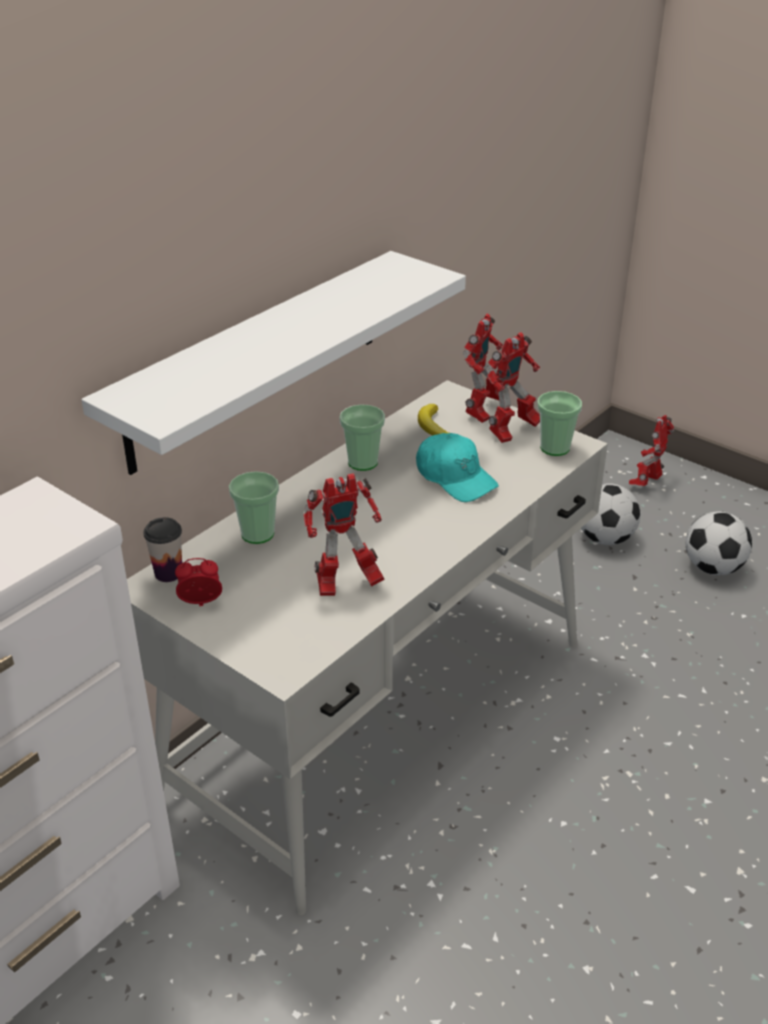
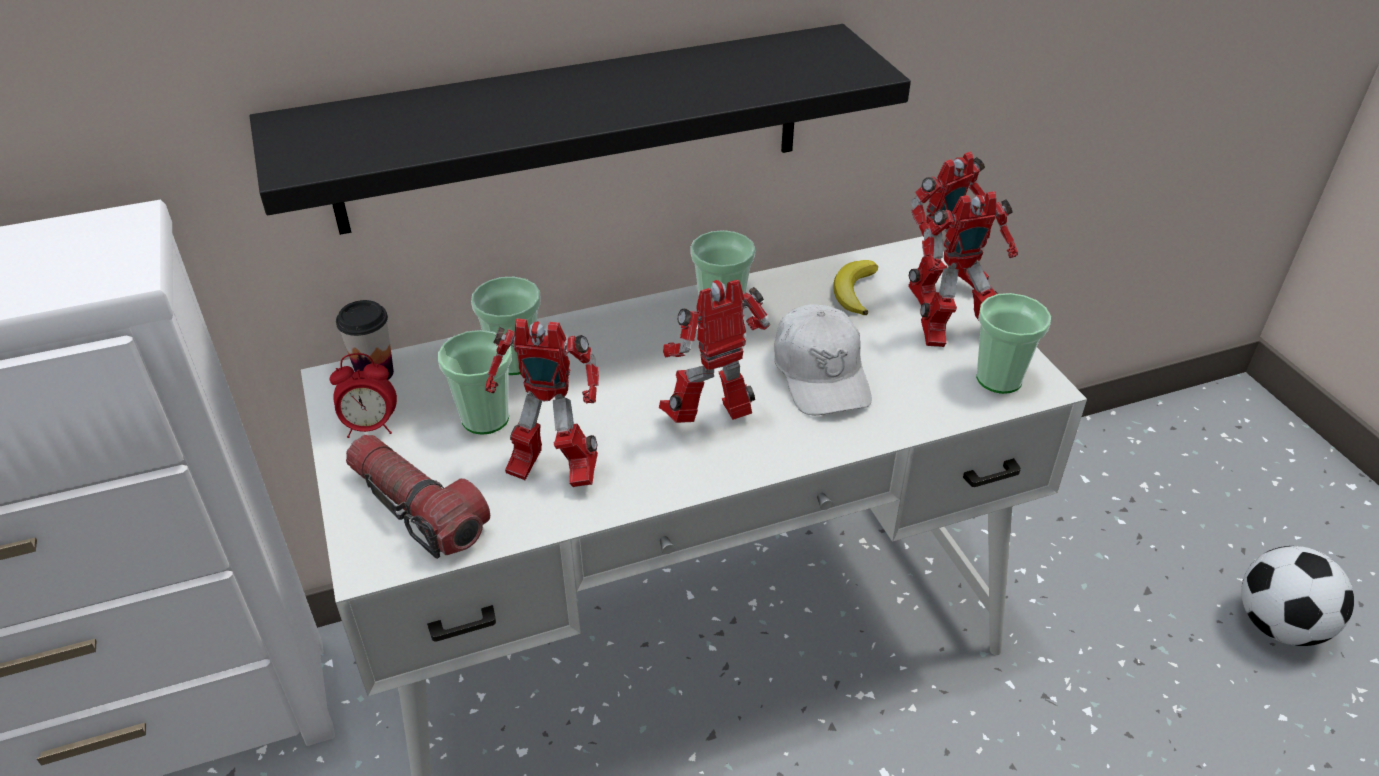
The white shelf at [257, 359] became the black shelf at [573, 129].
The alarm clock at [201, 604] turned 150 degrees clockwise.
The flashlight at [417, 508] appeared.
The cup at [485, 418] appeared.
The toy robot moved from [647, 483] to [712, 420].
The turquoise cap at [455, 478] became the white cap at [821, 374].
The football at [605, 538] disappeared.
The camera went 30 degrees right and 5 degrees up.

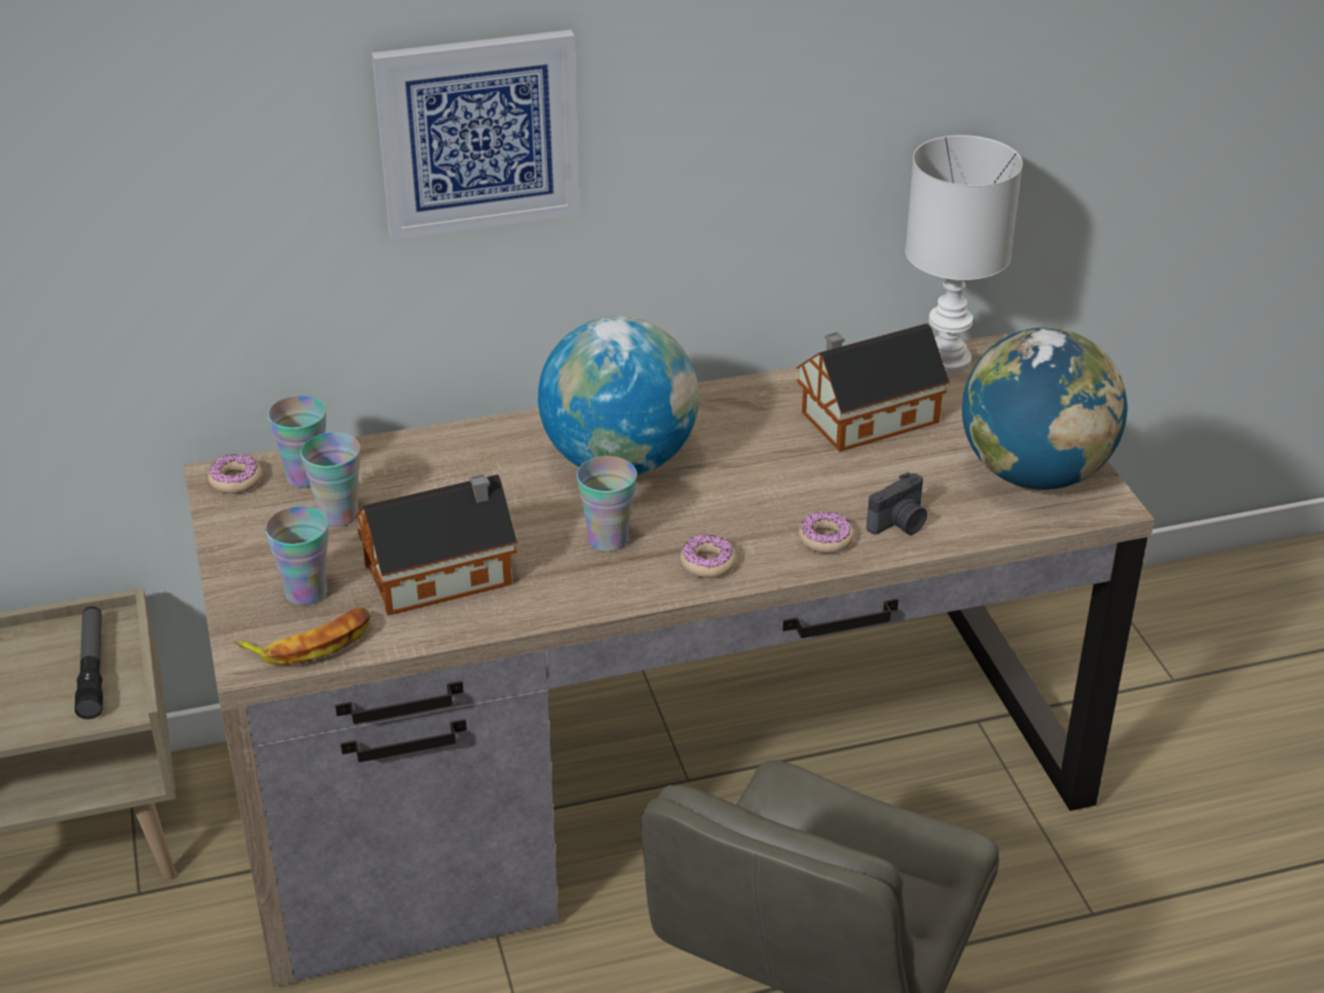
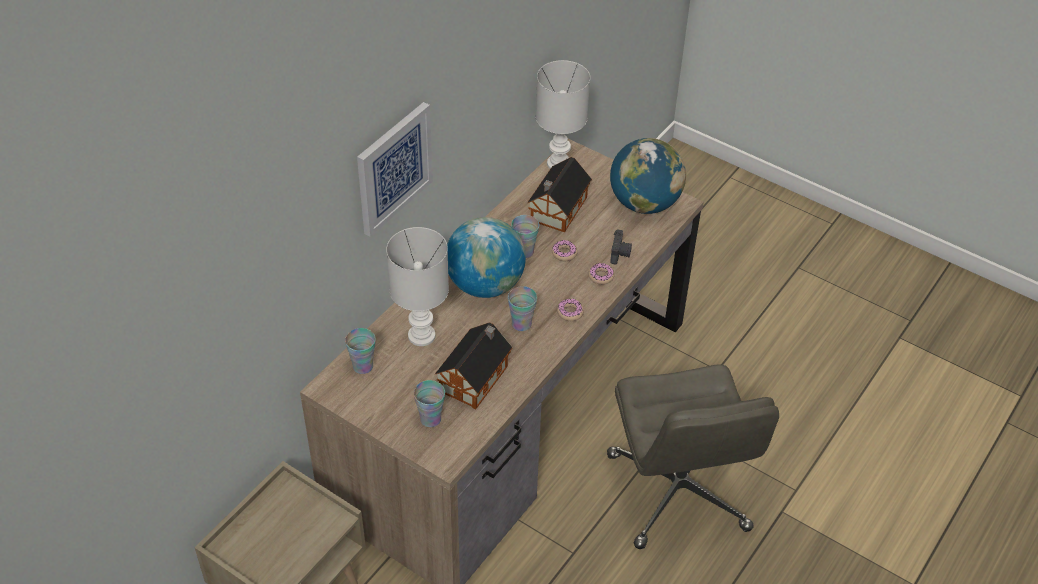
The white table lamp at [420, 336] appeared.
The cup moved from [338, 515] to [524, 251].
The donut moved from [236, 480] to [564, 253].
The flashlight at [92, 669] disappeared.
The banana at [310, 643] disappeared.
The camera went 40 degrees left and 10 degrees up.

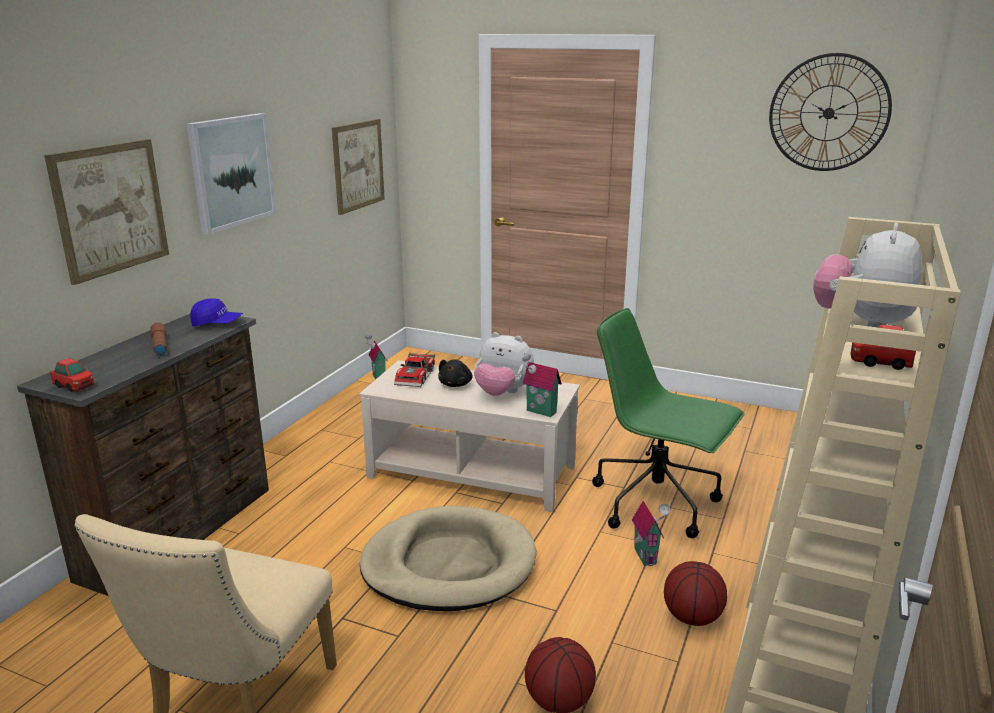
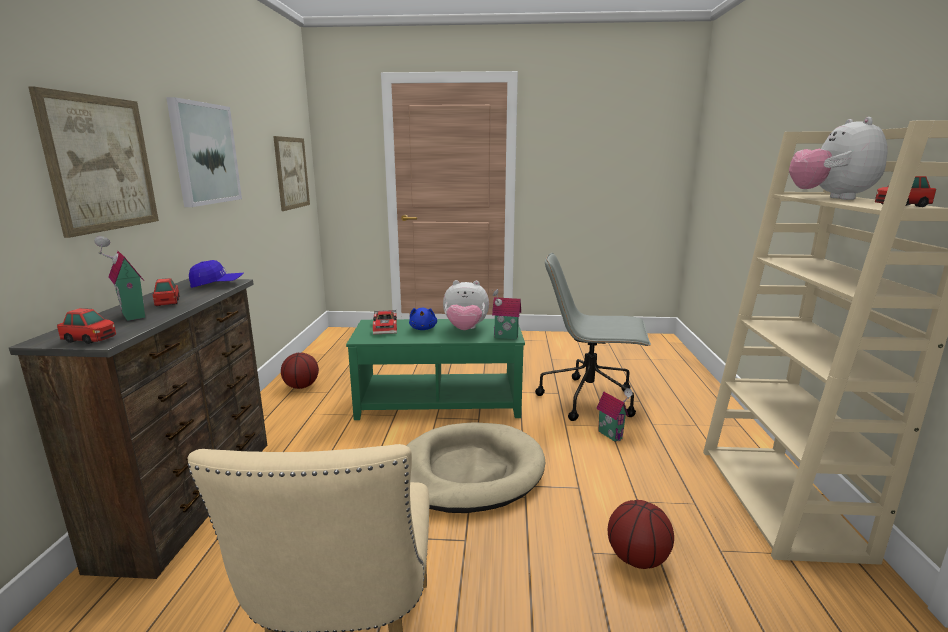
The toy house moved from [377, 377] to [130, 315].
The brown flashlight at [159, 345] was replaced by the toy car at [168, 302].
The basketball moved from [692, 617] to [301, 386].
The beige coffee table at [472, 472] became the green coffee table at [439, 401].
The black plush toy at [456, 384] became the blue plush toy at [423, 328].
The green office chair at [657, 503] became the grey office chair at [589, 399].
The wall clock at [828, 113] disappeared.
The camera went 20 degrees left and 5 degrees down.

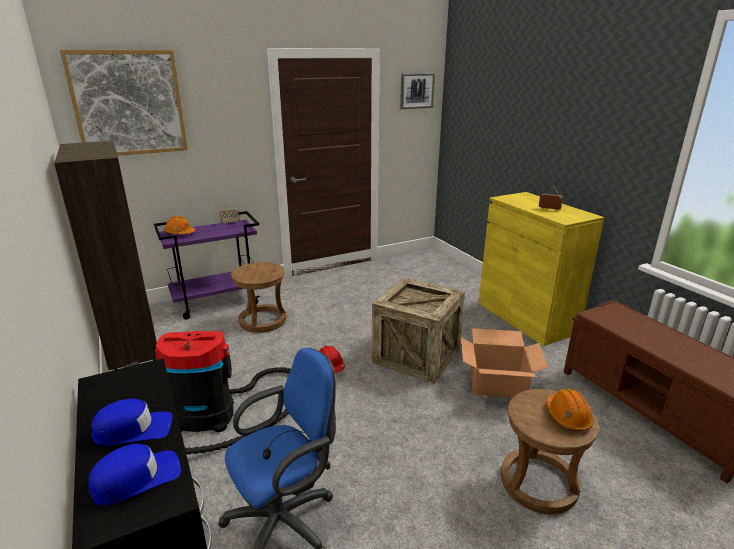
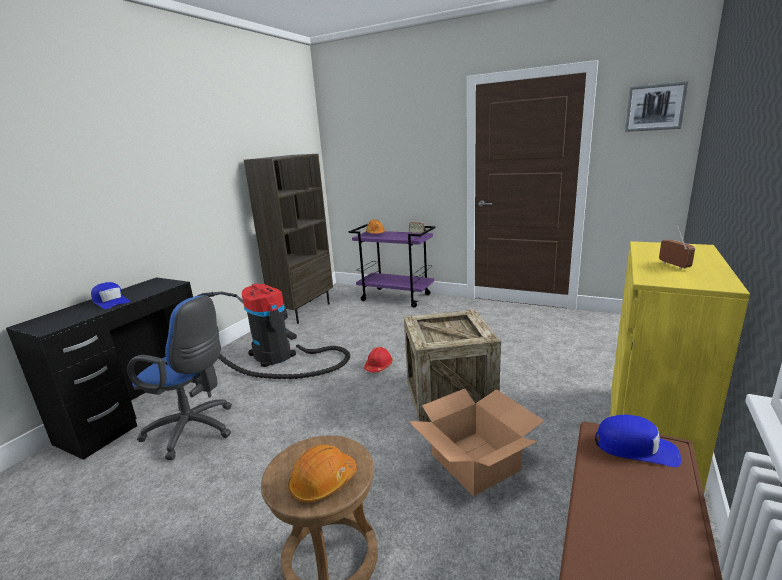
The blue cap moved from [136, 478] to [636, 448].
The picture at [128, 103] disappeared.
The brown stool at [262, 321] disappeared.
The camera went 55 degrees right and 5 degrees down.

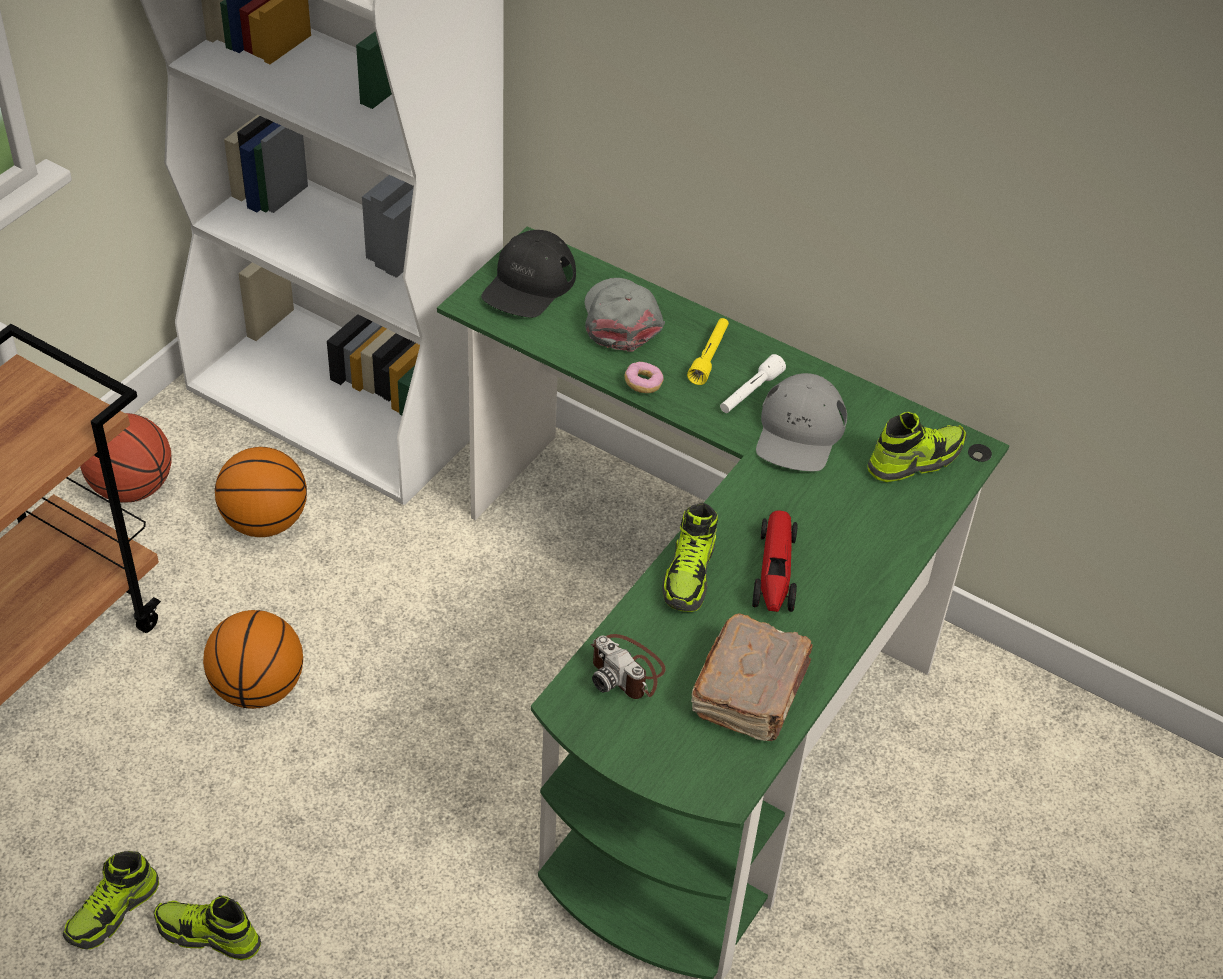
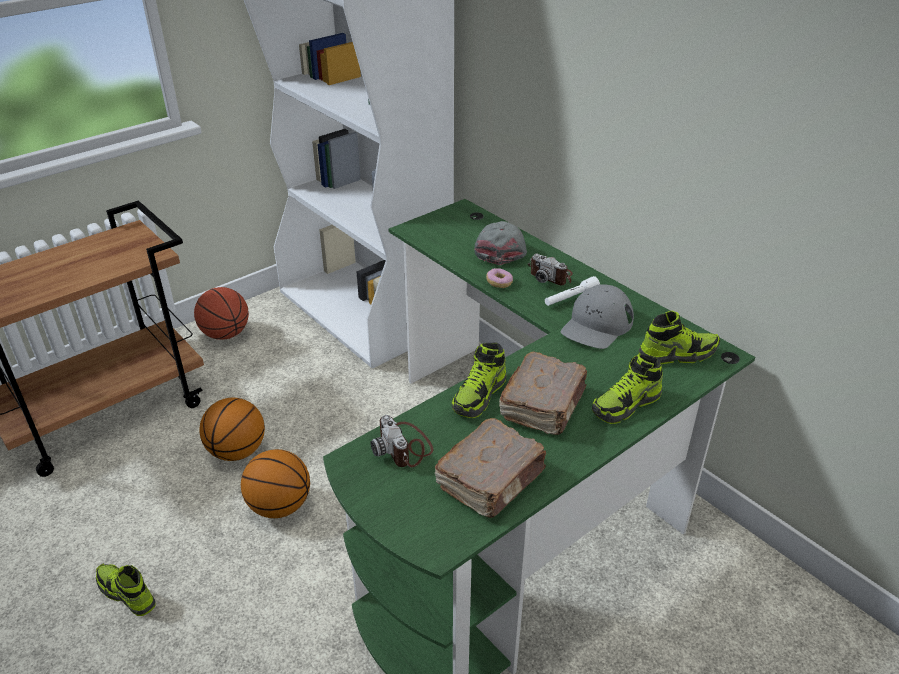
The basketball moved from [264, 521] to [279, 506].
The toy car at [775, 572] was replaced by the brown book at [544, 405].
The yellow flashlight at [709, 357] was replaced by the photo camera at [551, 275].
The shoe moved from [113, 912] to [626, 405].
The black cap at [529, 284] disappeared.
The camera went 20 degrees right and 10 degrees down.

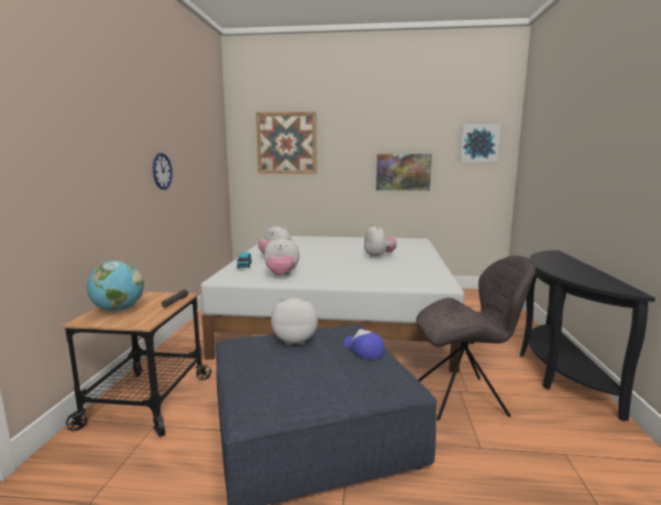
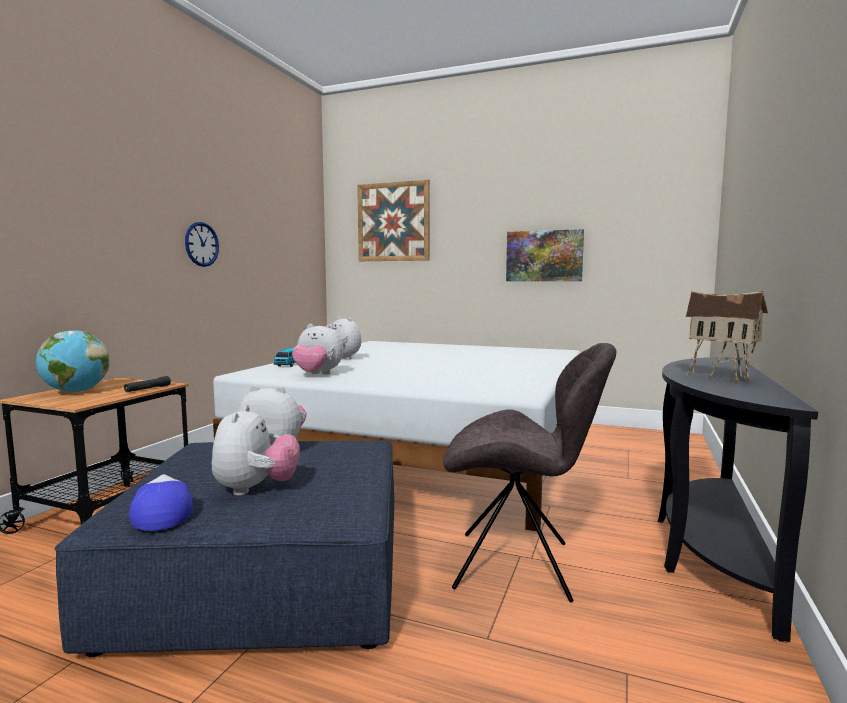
The cap moved from [363, 349] to [163, 512].
The plush toy moved from [379, 256] to [256, 489].
The toy house at [721, 377] appeared.
The picture at [479, 143] disappeared.
The camera went 15 degrees right and 5 degrees down.

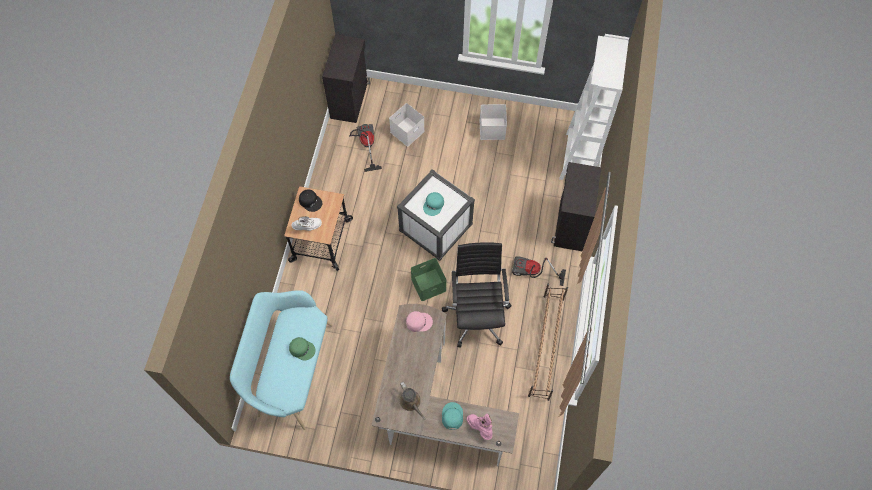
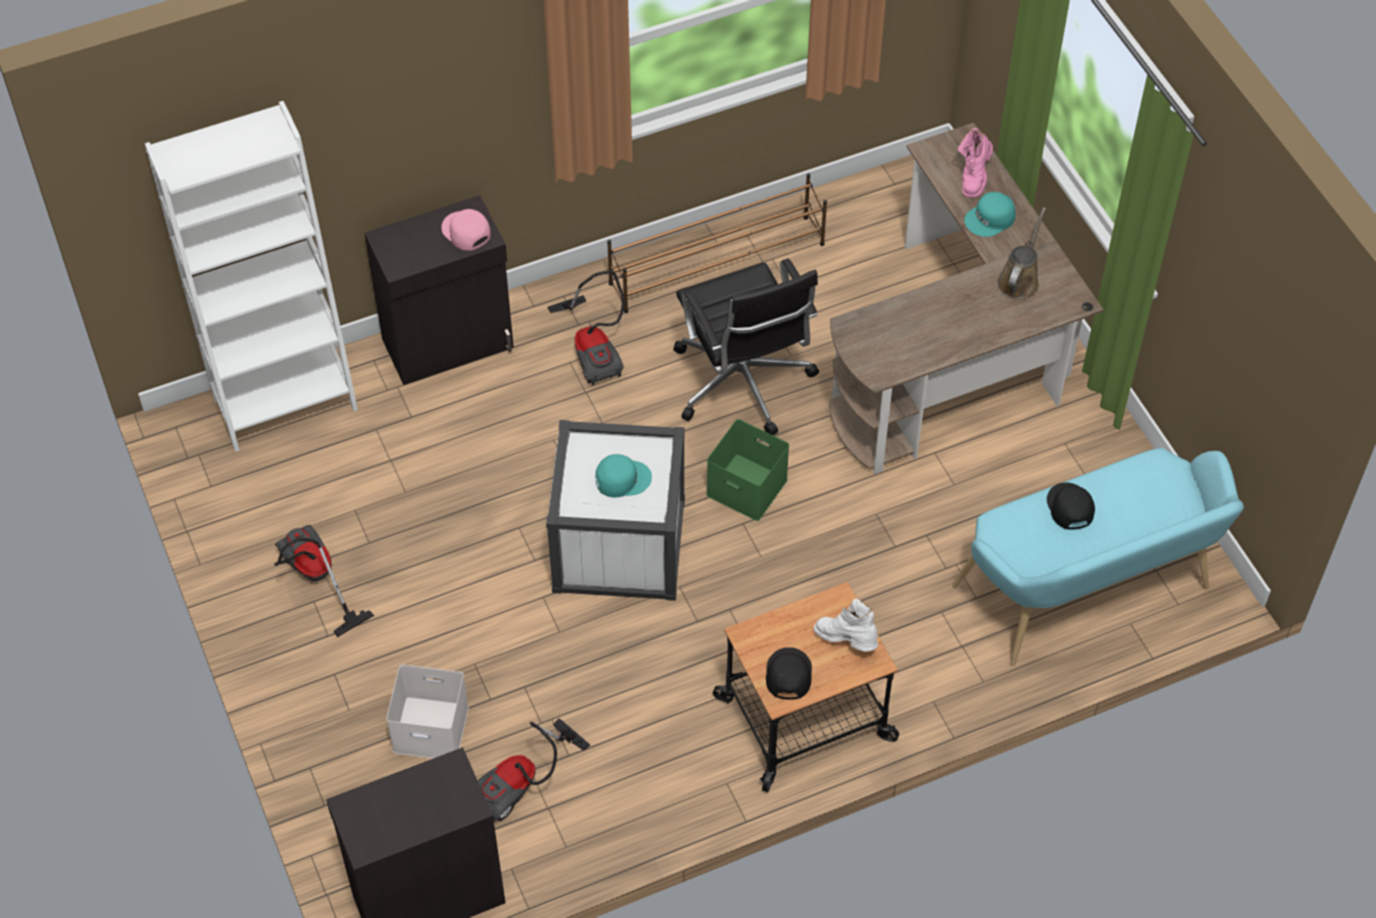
The white storage box at [492, 129] was replaced by the vacuum cleaner at [314, 578].
The pink cap moved from [418, 321] to [465, 232].
The black office chair at [477, 315] turned 75 degrees counterclockwise.
The green cap at [302, 349] became the black cap at [1069, 507].
The camera went 125 degrees left and 10 degrees down.

